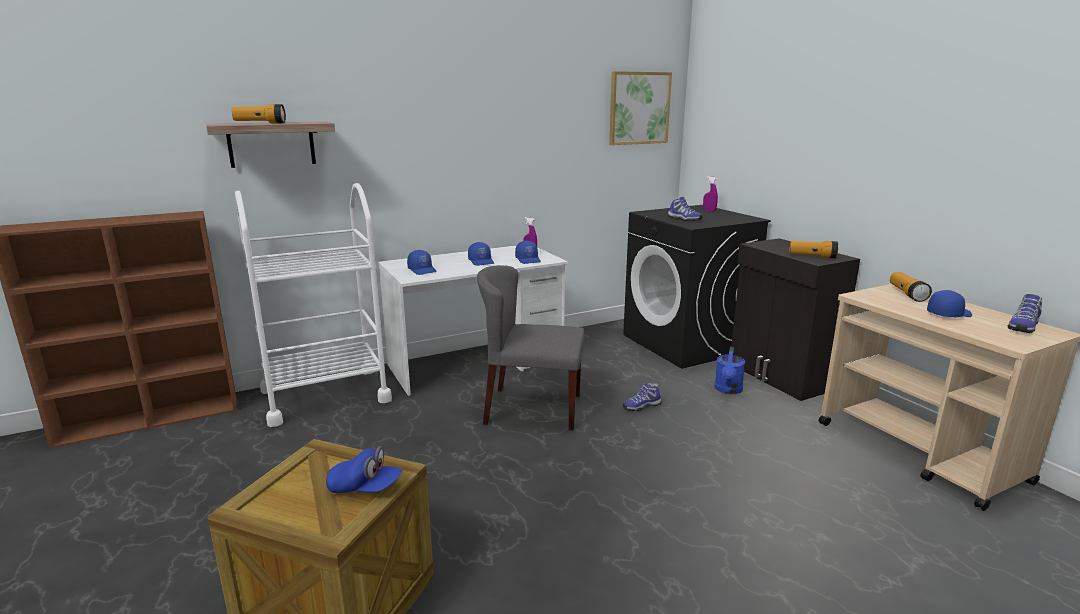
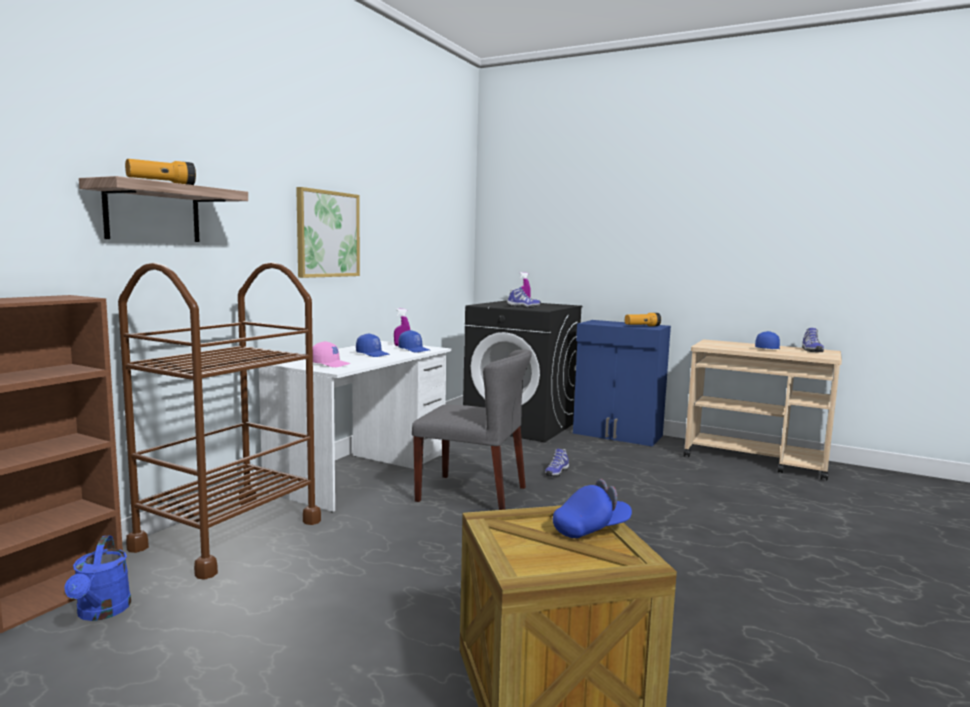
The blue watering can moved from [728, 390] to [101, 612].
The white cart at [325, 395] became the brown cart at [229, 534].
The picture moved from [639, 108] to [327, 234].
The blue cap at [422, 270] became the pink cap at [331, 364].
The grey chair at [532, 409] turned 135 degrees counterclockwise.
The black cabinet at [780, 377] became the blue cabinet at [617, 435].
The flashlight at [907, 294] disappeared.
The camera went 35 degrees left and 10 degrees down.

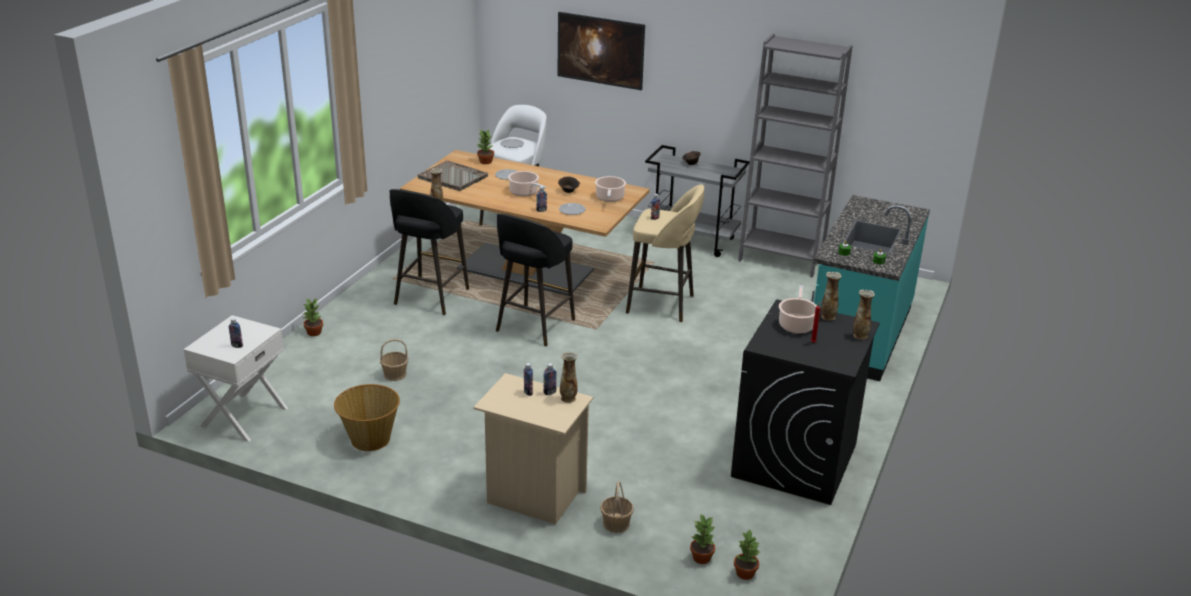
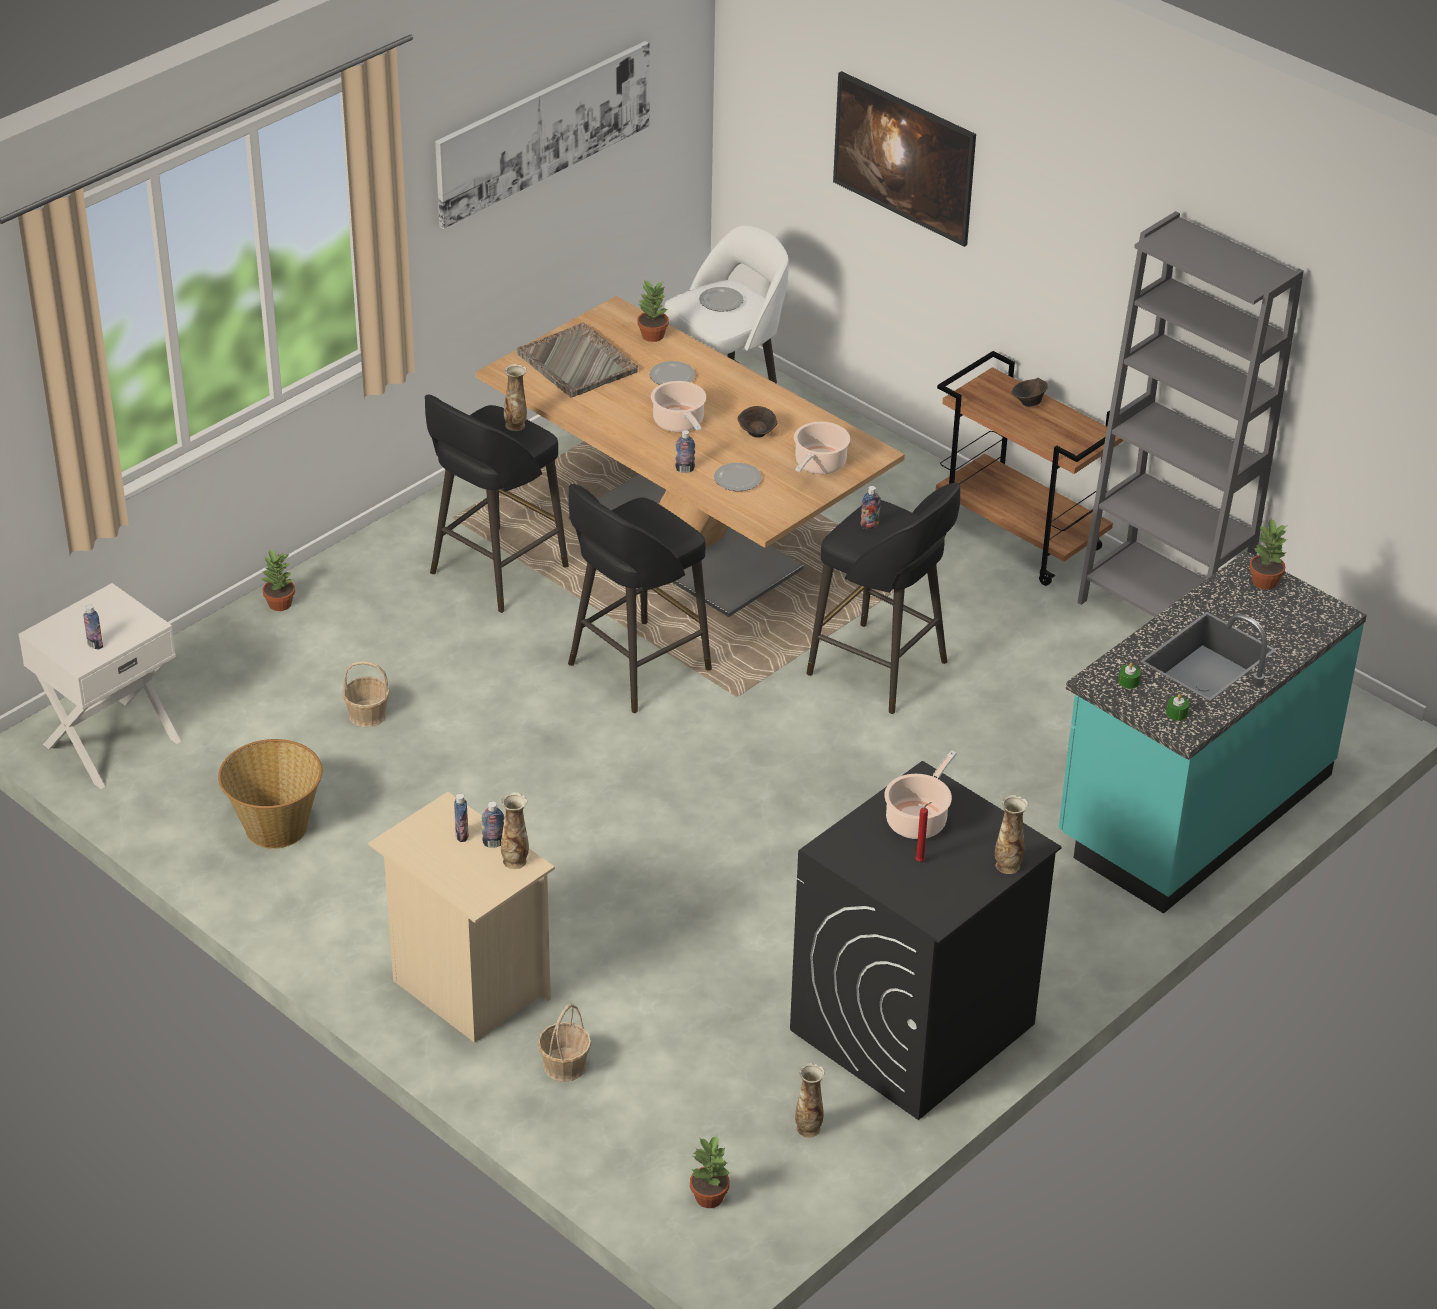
The picture at [543, 132] appeared.
The vase moved from [828, 316] to [808, 1128].
The beige stool at [662, 305] became the black stool at [881, 670].
The grey cart at [692, 240] became the brown cart at [1022, 538].
The potted plant moved from [702, 557] to [1265, 581].
The camera went 20 degrees right and 10 degrees up.

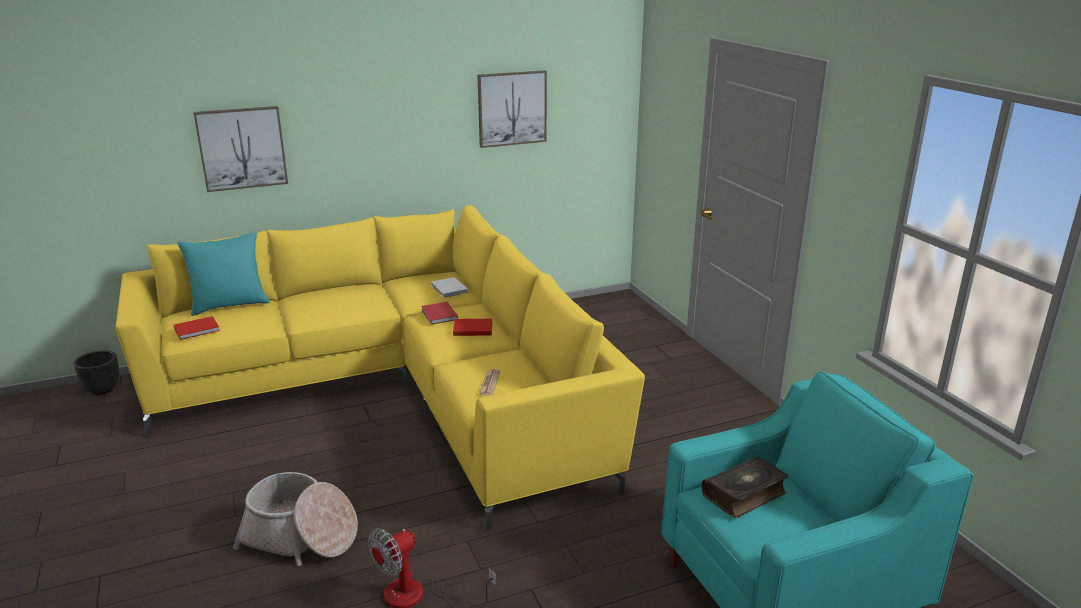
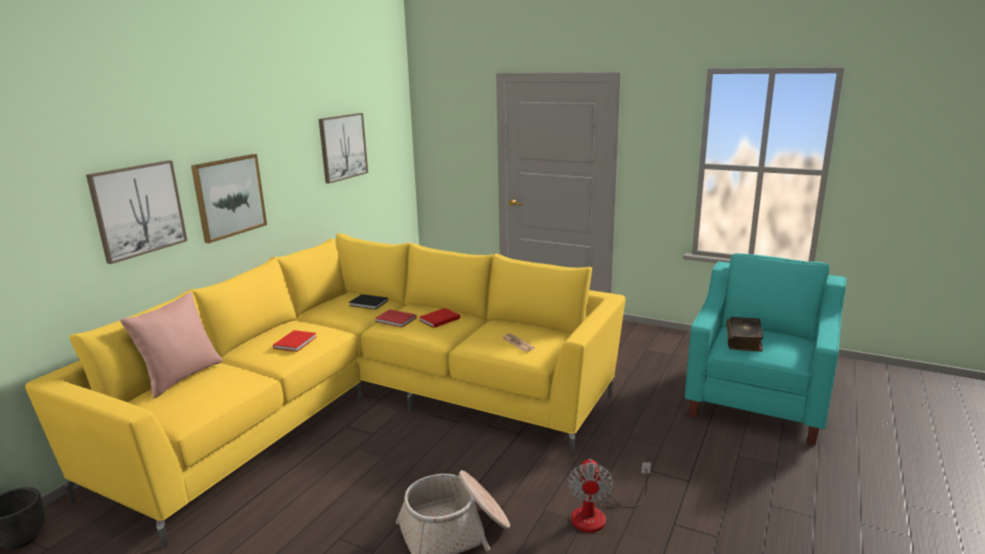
The turquoise pillow at [229, 305] became the pink pillow at [181, 377].
The picture at [229, 197] appeared.
The red book moved from [198, 330] to [296, 342].
The white book at [449, 289] became the black book at [369, 303].
The camera went 40 degrees left and 5 degrees down.

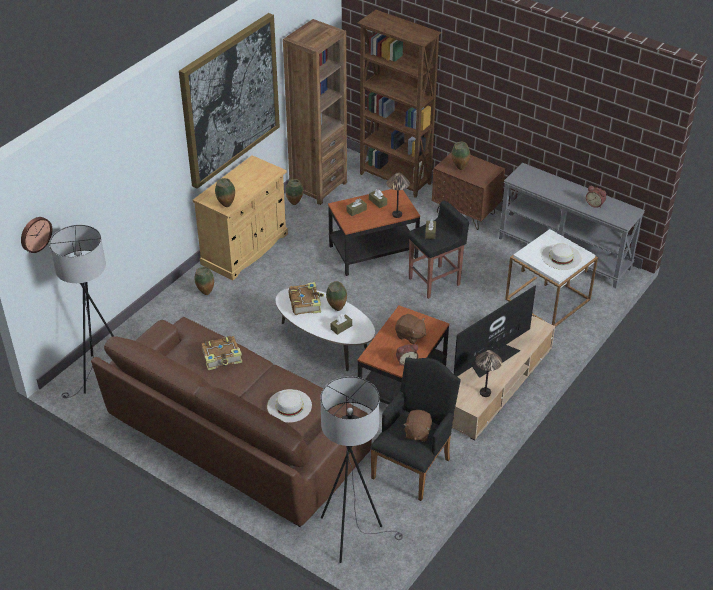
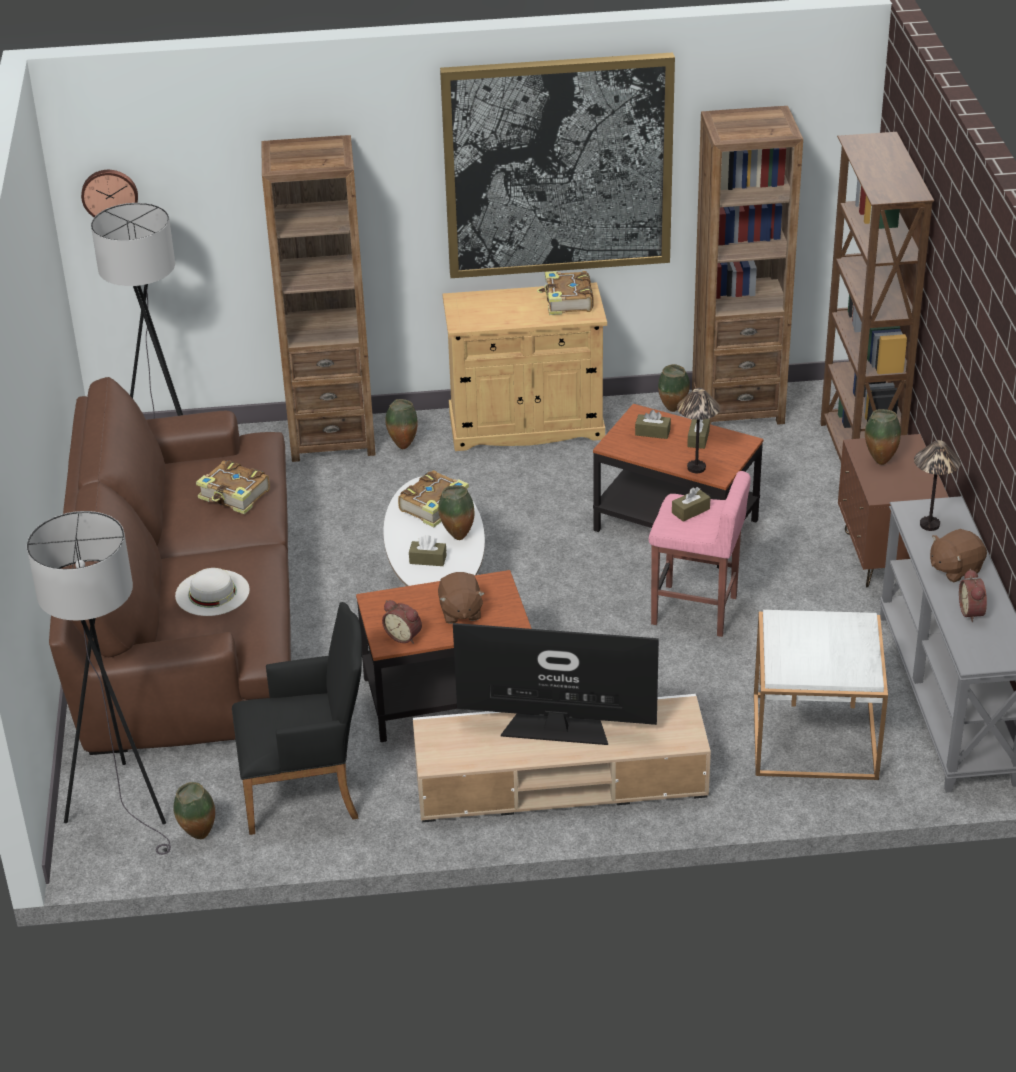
The vase moved from [226, 206] to [198, 837].
The brown bookcase at [332, 438] appeared.
The book at [567, 301] appeared.
The black stool at [435, 281] became the pink stool at [695, 611].
The table lamp moved from [485, 392] to [930, 524].
The brown plush toy moved from [417, 433] to [955, 569].
The white hat at [561, 257] disappeared.
The camera went 50 degrees right and 5 degrees down.

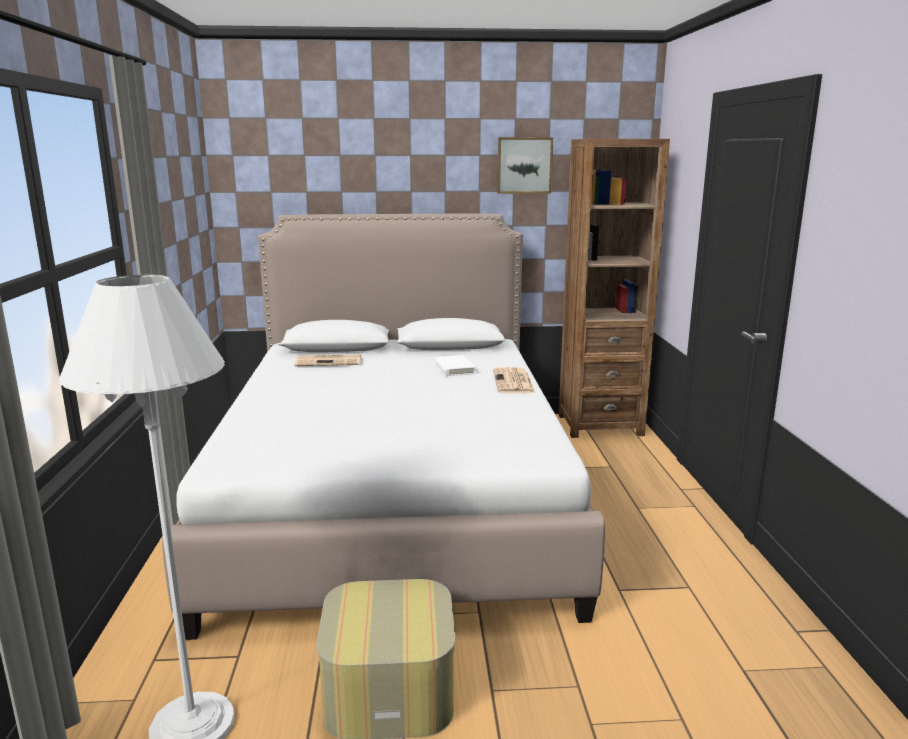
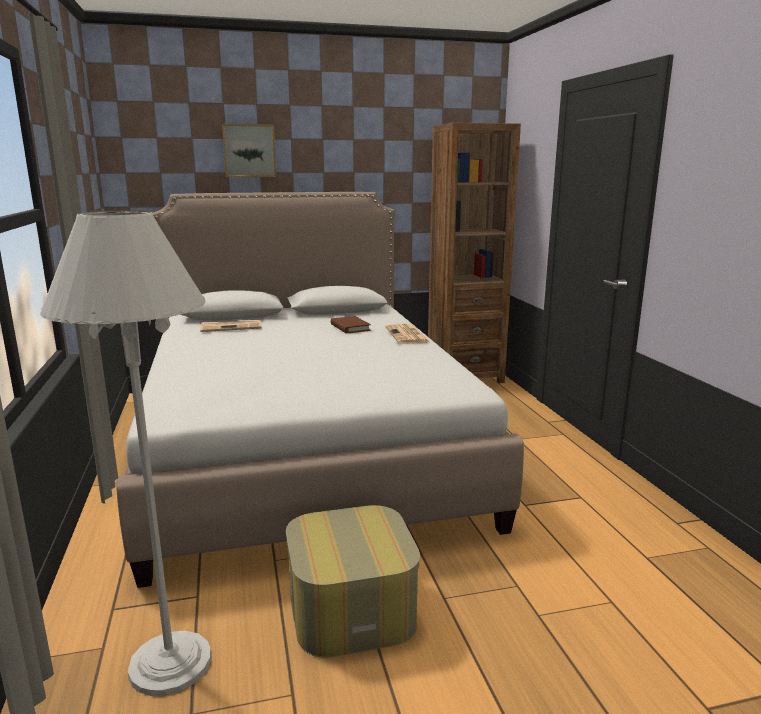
The picture moved from [524, 165] to [249, 151].
The white book at [454, 368] became the brown book at [350, 327].
The camera went 10 degrees left and 0 degrees up.

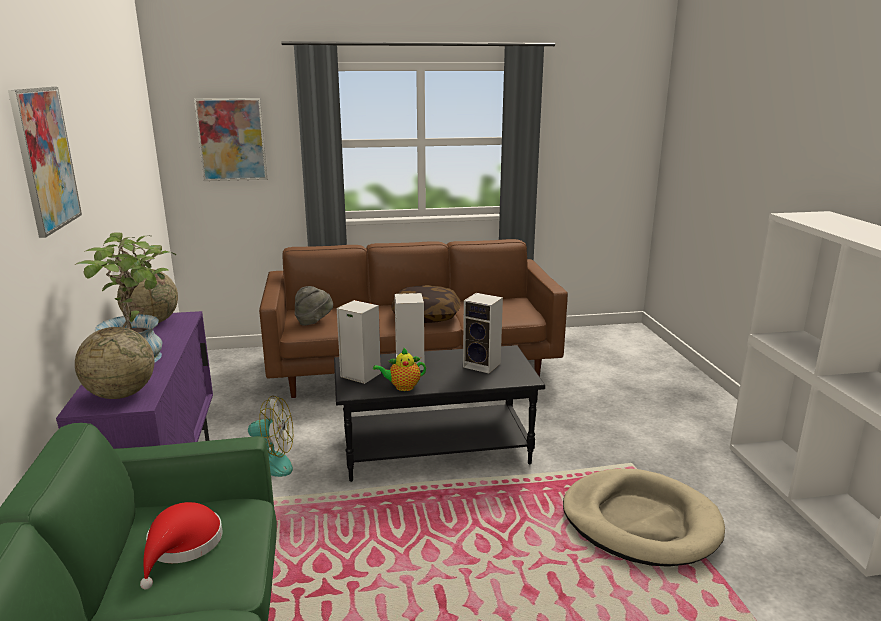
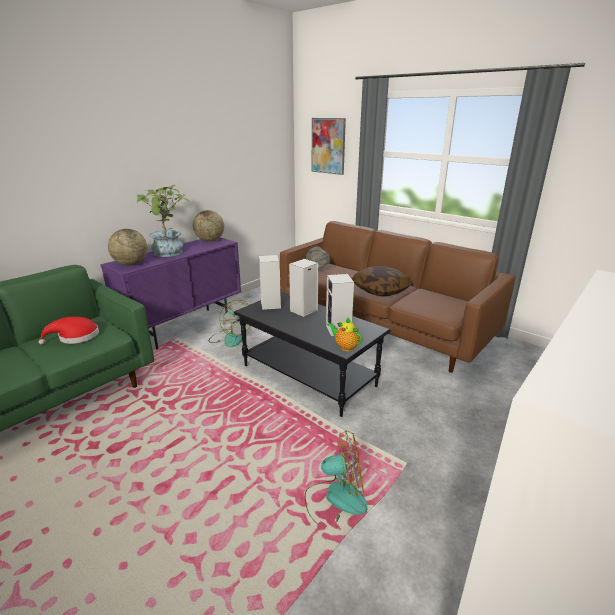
The beige dog bed at [640, 521] was replaced by the fan at [335, 499].
The teapot moved from [402, 387] to [345, 347].
The picture at [45, 159] disappeared.
The camera went 50 degrees right and 5 degrees up.

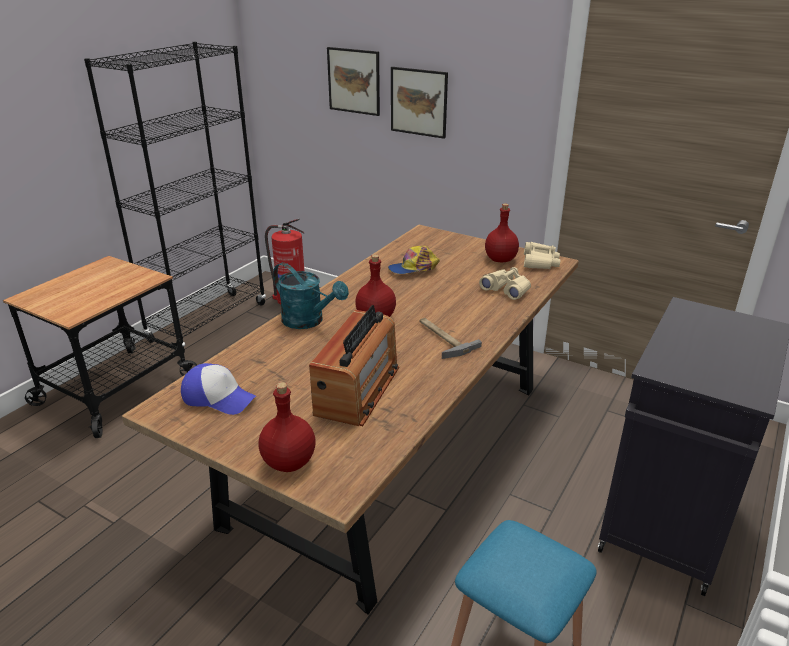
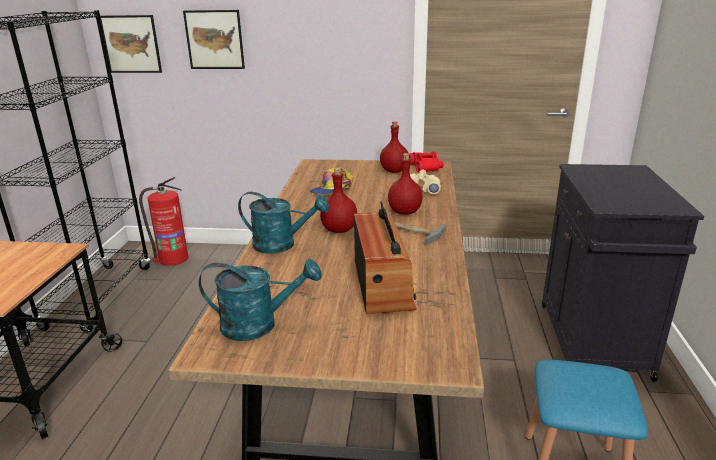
The picture moved from [419, 102] to [131, 44].
The cap at [218, 397] was replaced by the turquoise watering can at [259, 325].
The red bottle moved from [290, 462] to [405, 211].
The beige binoculars at [540, 262] became the red binoculars at [425, 167].
The camera went 25 degrees left and 5 degrees down.

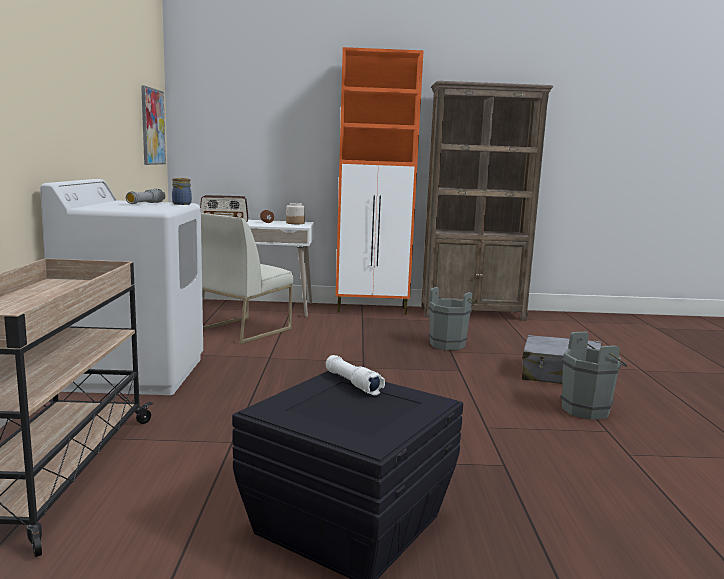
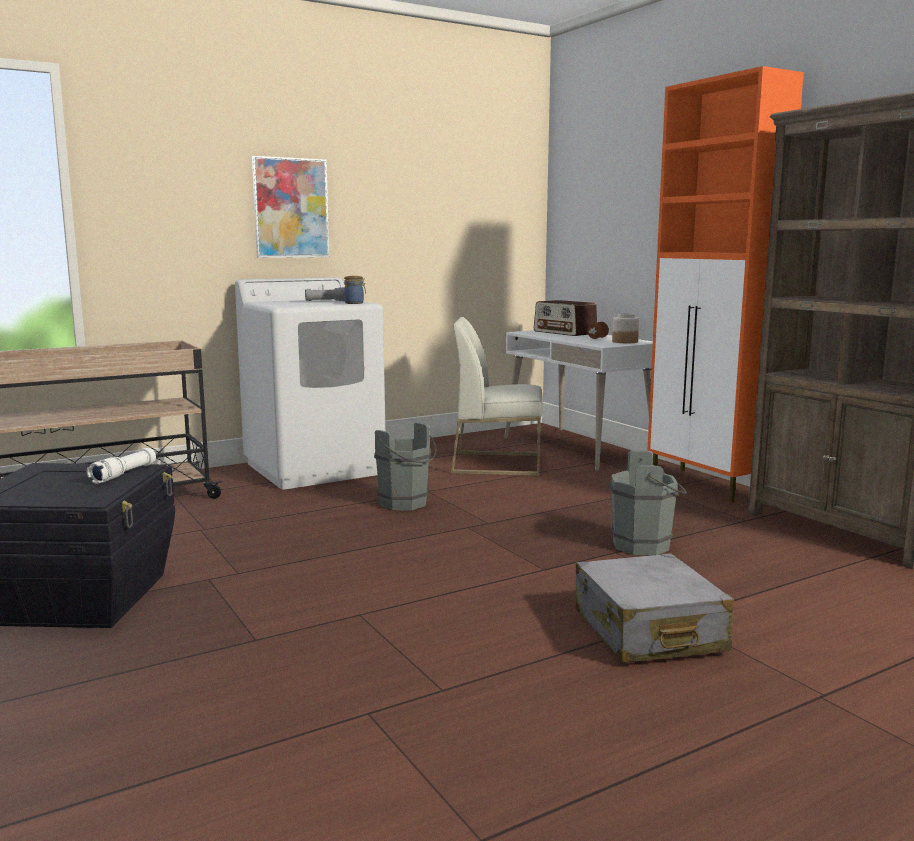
The picture moved from [152, 127] to [291, 208].
The grey bucket moved from [589, 410] to [406, 504].
The camera went 60 degrees right and 0 degrees up.

